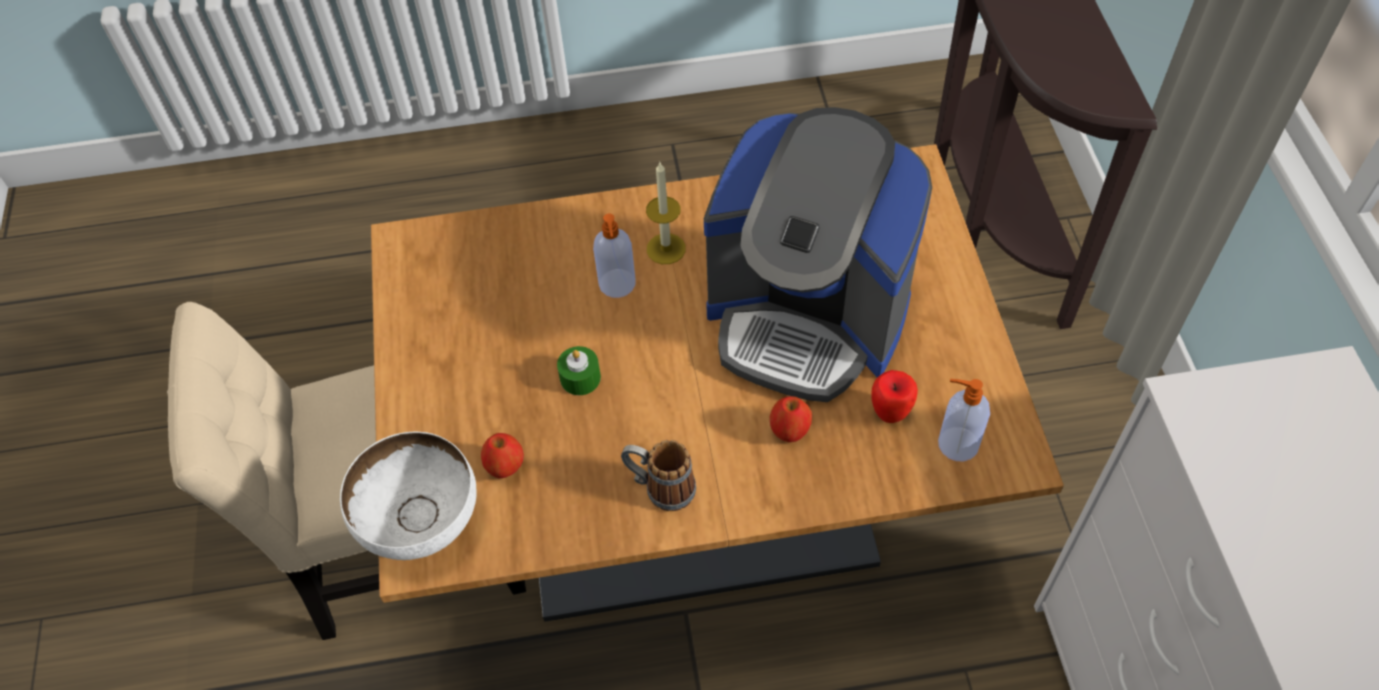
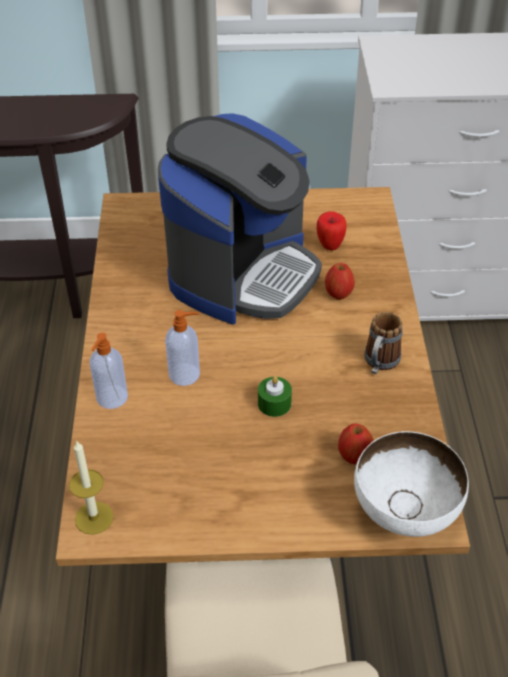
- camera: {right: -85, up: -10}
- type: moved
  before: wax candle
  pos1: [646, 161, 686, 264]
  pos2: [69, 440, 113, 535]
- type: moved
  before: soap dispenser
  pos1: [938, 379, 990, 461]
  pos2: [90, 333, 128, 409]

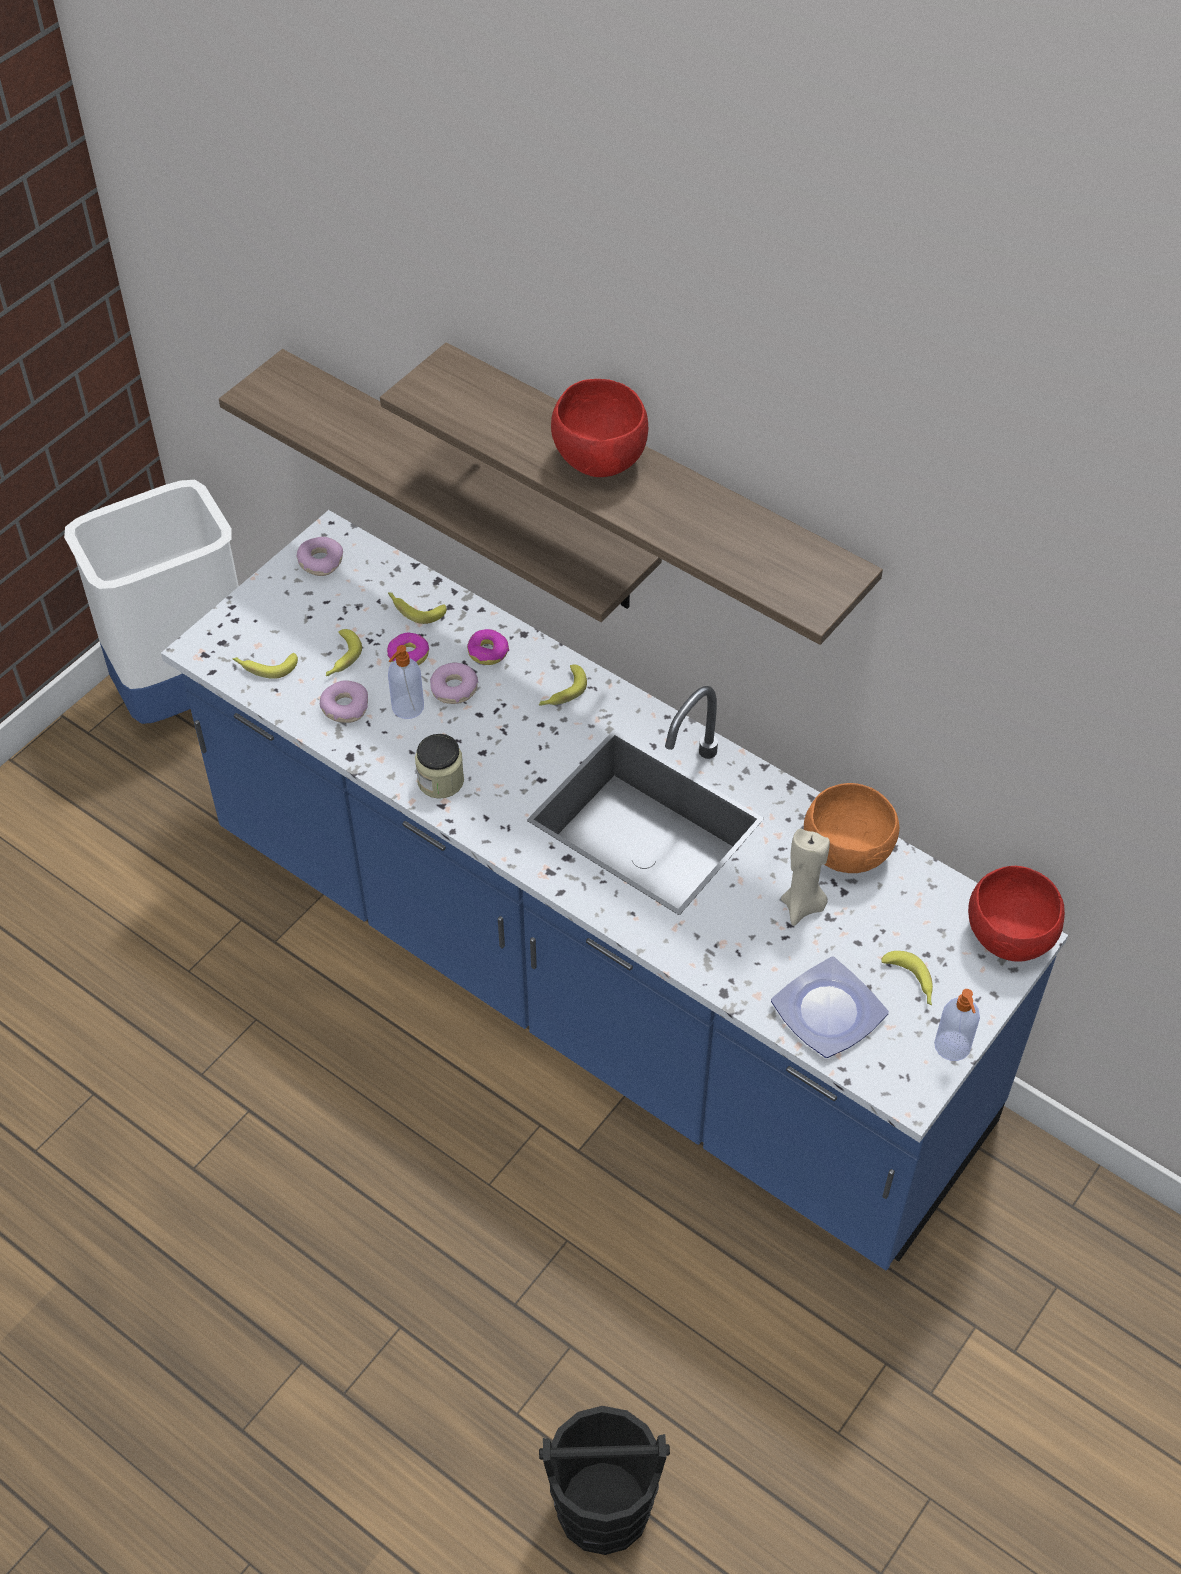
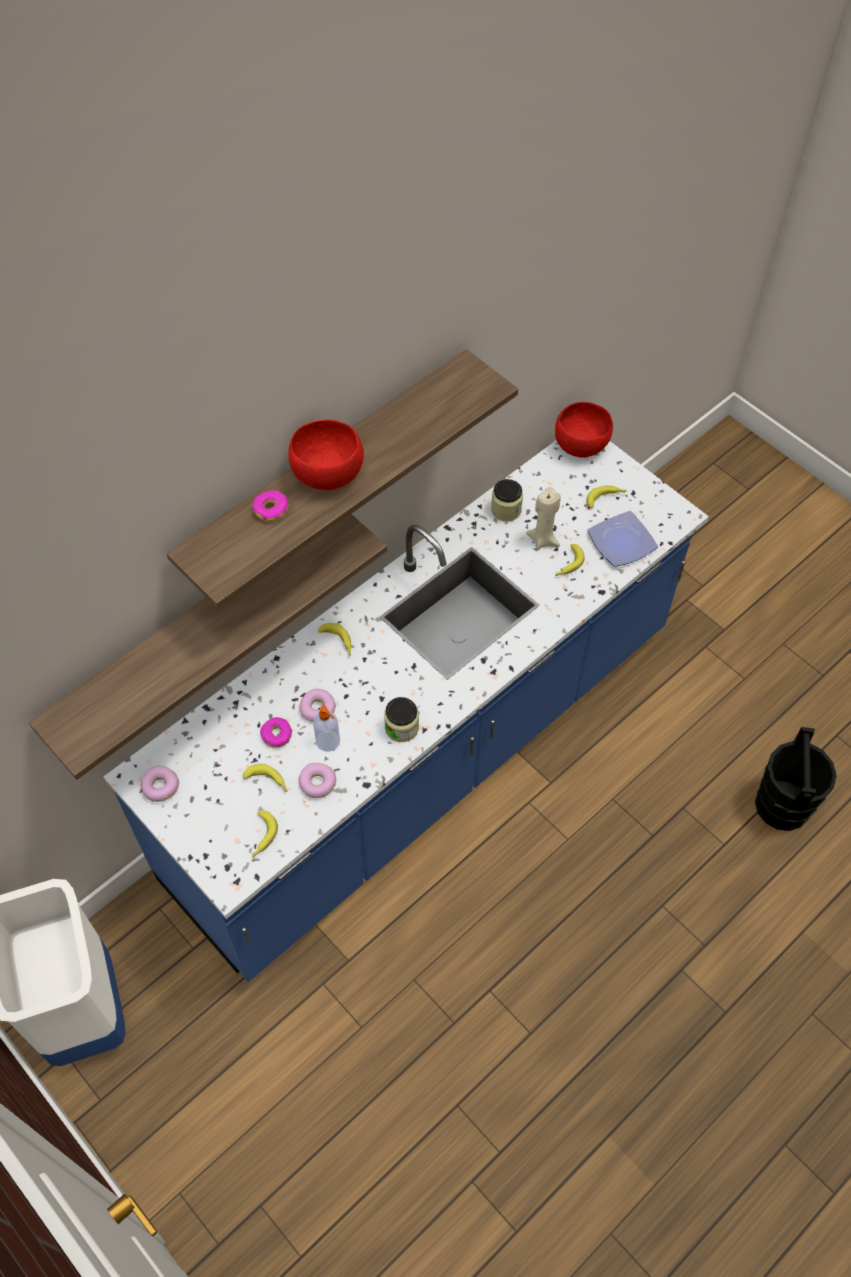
- camera: {right: -80, up: 5}
- type: removed
  before: soap dispenser
  pos1: [934, 989, 980, 1061]
- type: moved
  before: banana
  pos1: [388, 592, 447, 624]
  pos2: [555, 544, 585, 576]
- type: moved
  before: ring doughnut
  pos1: [467, 629, 509, 665]
  pos2: [252, 490, 289, 522]
- type: replaced
  before: orange-coloured deep dish
  after: preserve jar
  pos1: [804, 783, 899, 873]
  pos2: [491, 479, 523, 522]

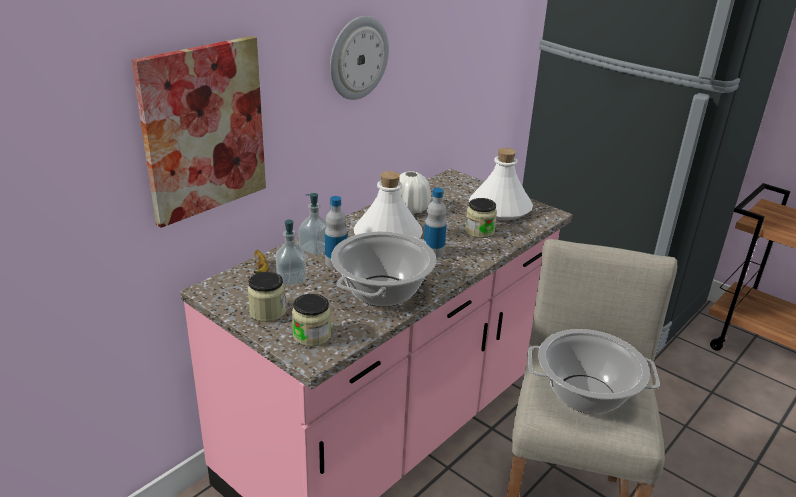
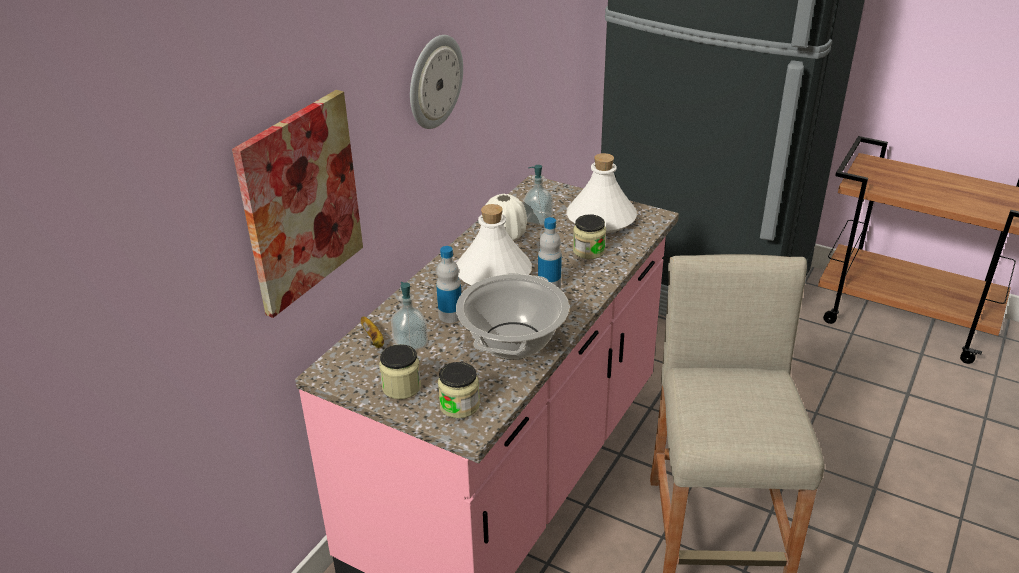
- camera: {right: -10, up: 5}
- type: removed
  before: stockpot
  pos1: [528, 329, 660, 414]
- type: moved
  before: soap dispenser
  pos1: [298, 193, 327, 256]
  pos2: [523, 165, 553, 225]

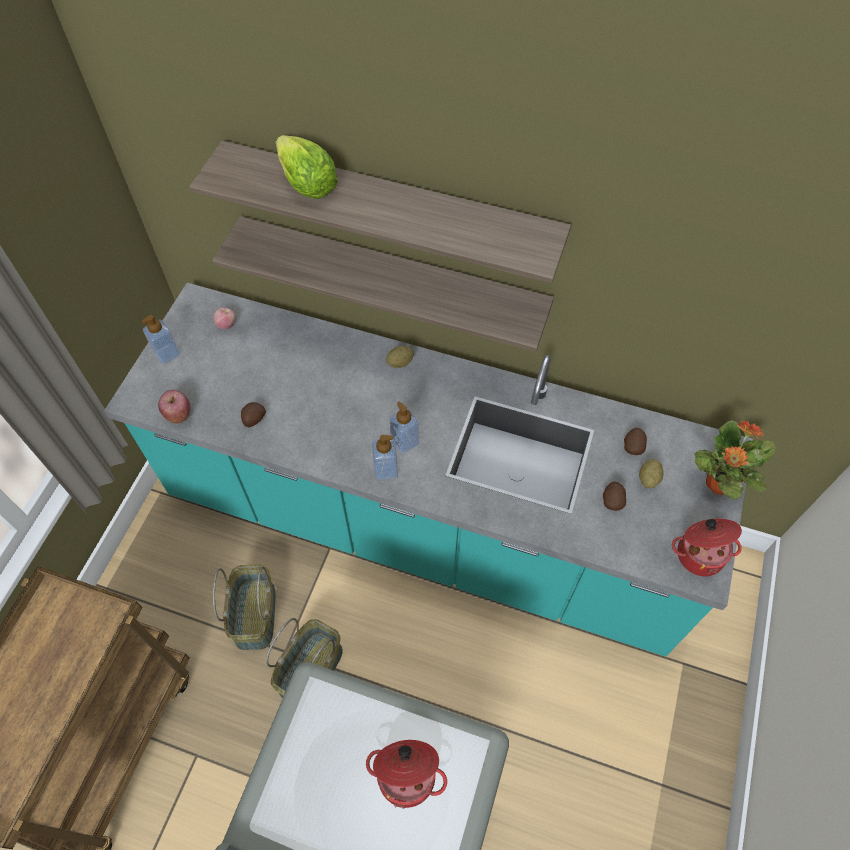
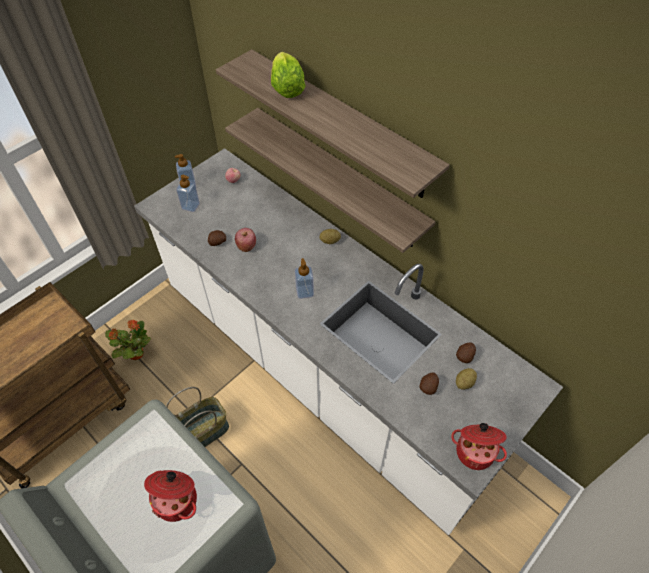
- camera: {right: 25, up: -5}
- type: removed
  before: basket
  pos1: [213, 565, 276, 650]
- type: moved
  before: whole apple
  pos1: [158, 390, 190, 424]
  pos2: [235, 228, 256, 252]
- type: moved
  before: soap dispenser
  pos1: [372, 435, 398, 480]
  pos2: [176, 175, 200, 212]
- type: moved
  before: plant in a pot
  pos1: [694, 420, 776, 500]
  pos2: [105, 320, 151, 360]
- type: recoloured
  before: turquoise kitchen base unit
  after: white kitchen base unit
  pos1: [104, 283, 753, 657]
  pos2: [134, 148, 563, 535]

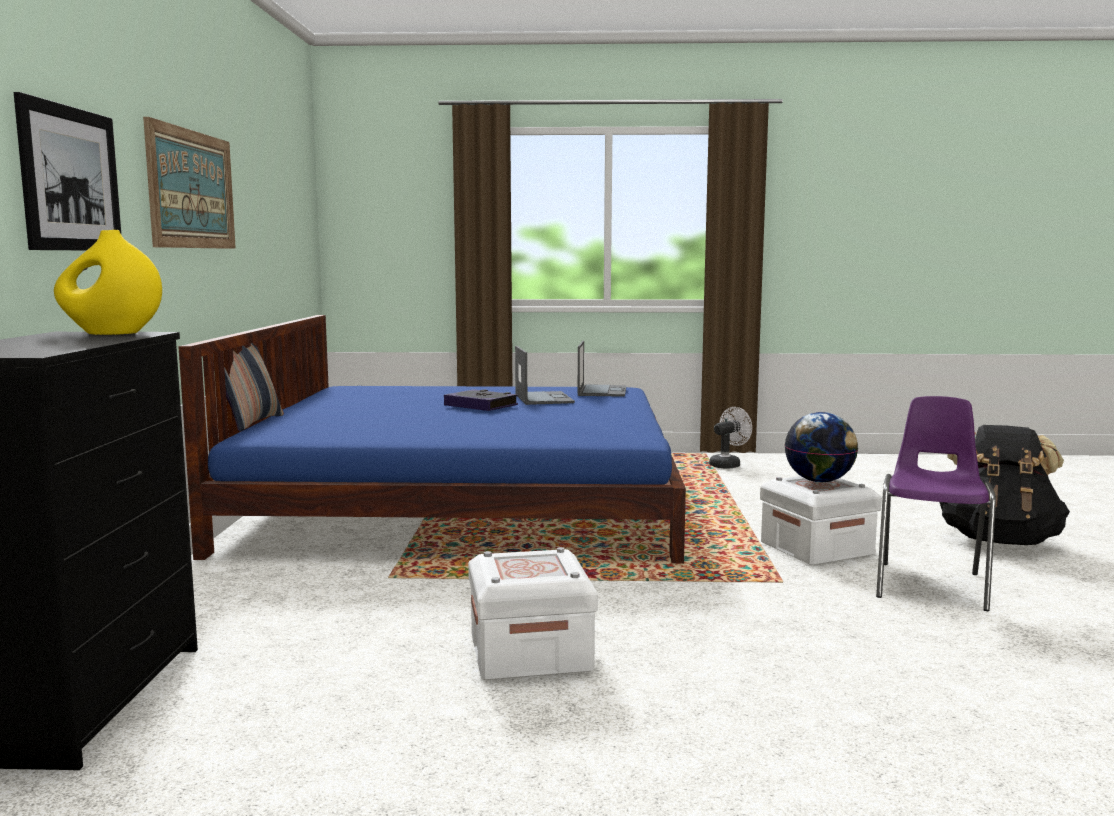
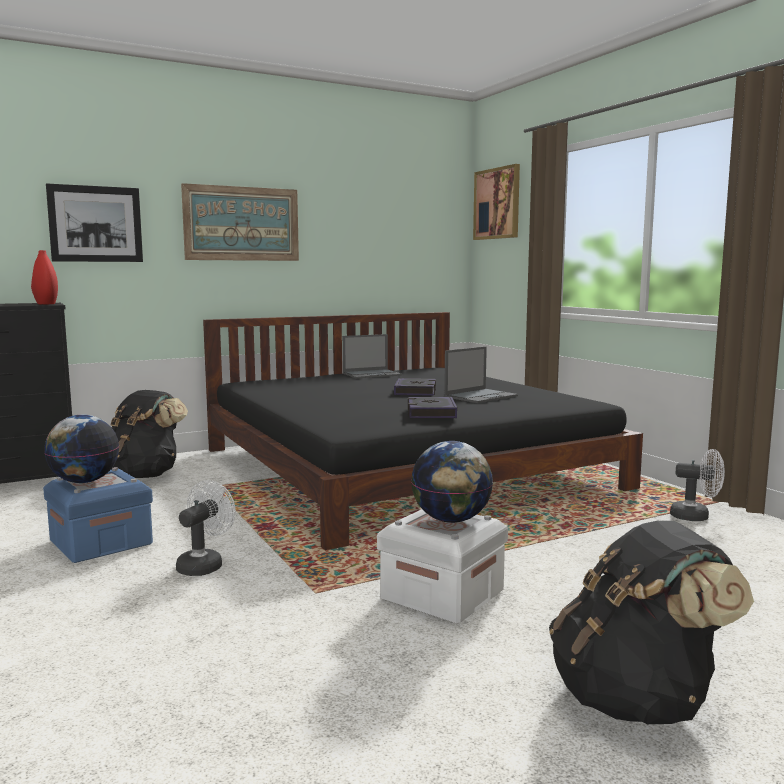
- camera: {right: 60, up: 0}
- type: removed
  before: pillow
  pos1: [213, 343, 284, 431]
- type: removed
  before: purple plain chair
  pos1: [876, 396, 996, 611]
- type: added
  after: globe
  pos2: [44, 414, 119, 483]
- type: added
  after: black-coloured backpack
  pos2: [111, 390, 188, 478]
- type: added
  after: white fan
  pos2: [176, 480, 236, 576]
- type: added
  after: book
  pos2: [408, 397, 457, 418]
- type: added
  after: wall picture
  pos2: [473, 164, 520, 240]
- type: moved
  before: portable computer
  pos1: [578, 341, 627, 397]
  pos2: [342, 334, 402, 379]
- type: recoloured
  before: yellow flower vase
  after: red flower vase
  pos1: [54, 230, 162, 335]
  pos2: [31, 250, 58, 304]
- type: recoloured
  before: bluish bedroom bed
  after: black-coloured bedroom bed
  pos1: [178, 315, 686, 563]
  pos2: [203, 312, 643, 550]
- type: recoloured
  before: white storage container
  after: bluish storage container
  pos1: [468, 547, 598, 680]
  pos2: [43, 467, 153, 563]

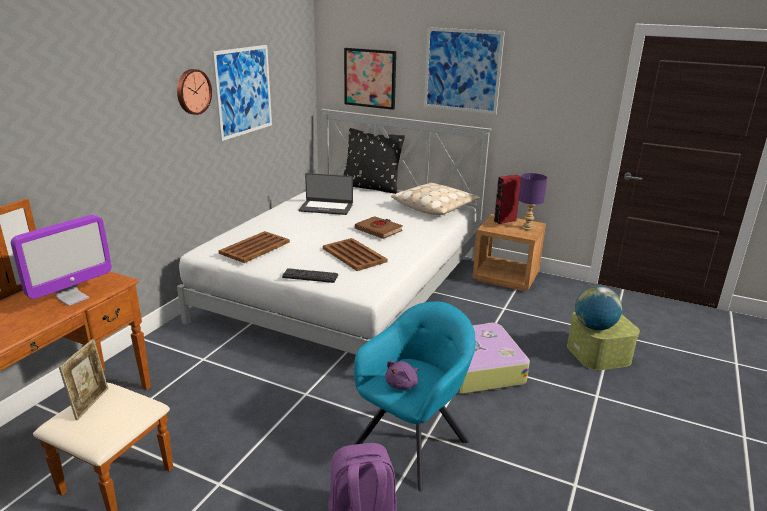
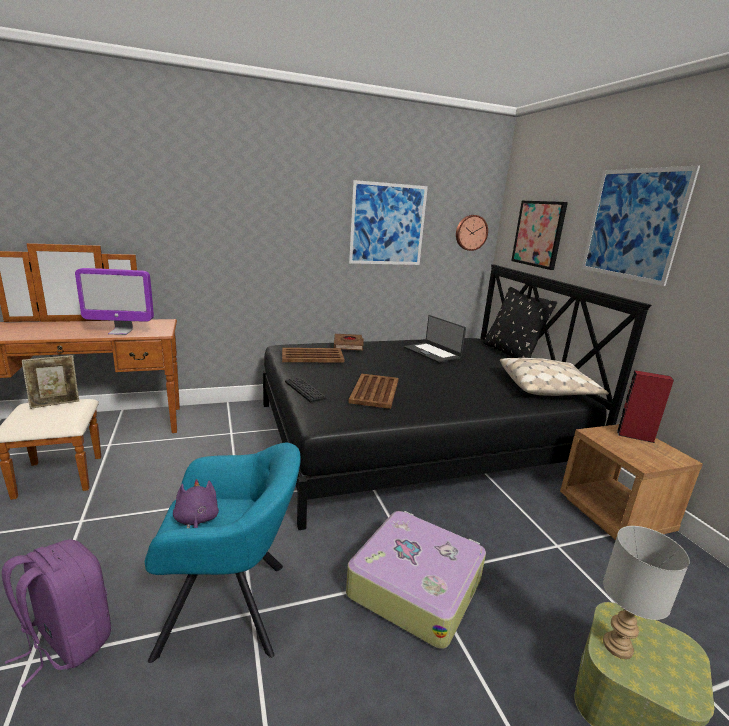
- camera: {right: 45, up: -5}
- type: removed
  before: purple lamp for a table
  pos1: [518, 173, 547, 231]
- type: moved
  before: wall clock
  pos1: [177, 69, 212, 115]
  pos2: [456, 215, 488, 251]
- type: moved
  before: brown book
  pos1: [355, 216, 403, 239]
  pos2: [334, 334, 364, 350]
- type: replaced
  before: globe
  after: grey lamp for a table
  pos1: [575, 286, 622, 330]
  pos2: [603, 526, 690, 659]
- type: recoloured
  before: white bedroom bed
  after: black-coloured bedroom bed
  pos1: [177, 109, 491, 354]
  pos2: [263, 264, 651, 530]
- type: turned
  before: purple soft toy
  pos1: [385, 360, 419, 390]
  pos2: [173, 479, 219, 528]
  turn: 75

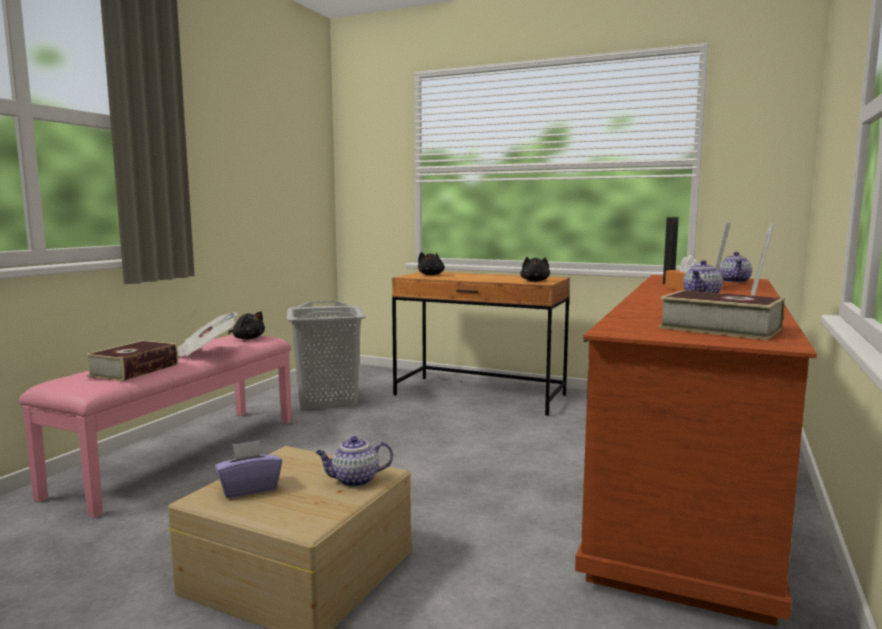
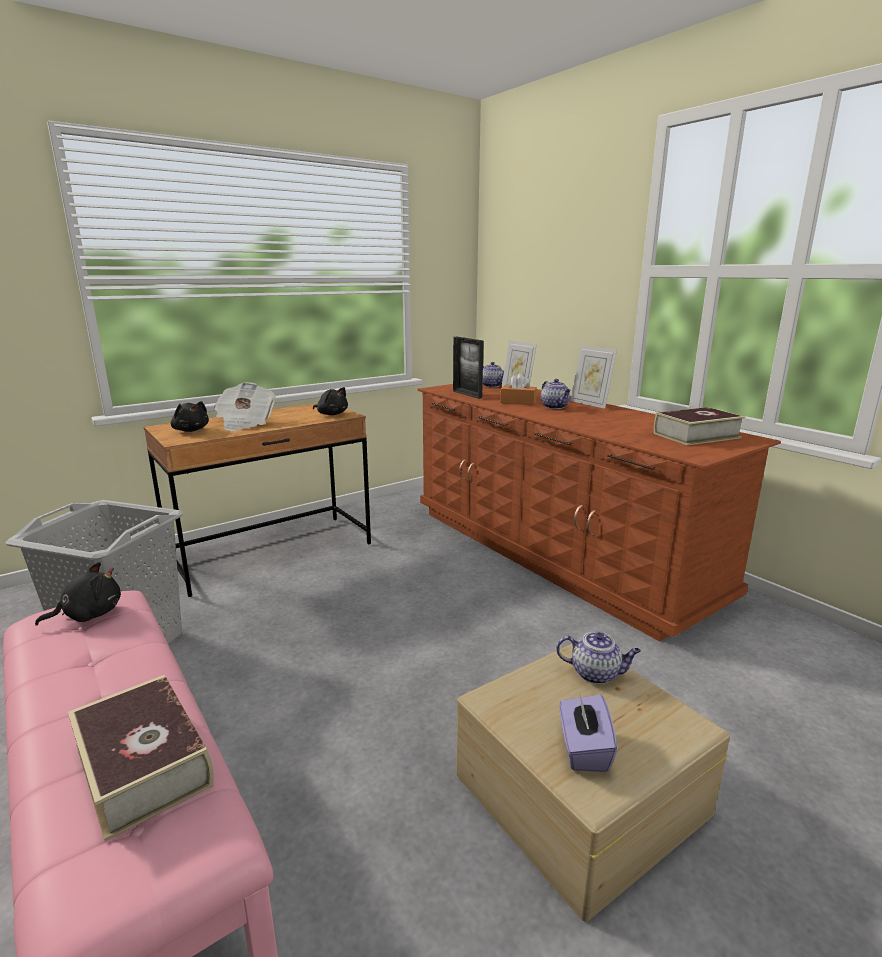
- camera: {right: -60, up: 10}
- type: moved
  before: printed paper
  pos1: [178, 312, 238, 357]
  pos2: [214, 382, 276, 431]
- type: turned
  before: pot for tea
  pos1: [315, 436, 393, 487]
  pos2: [556, 632, 641, 684]
  turn: -90

